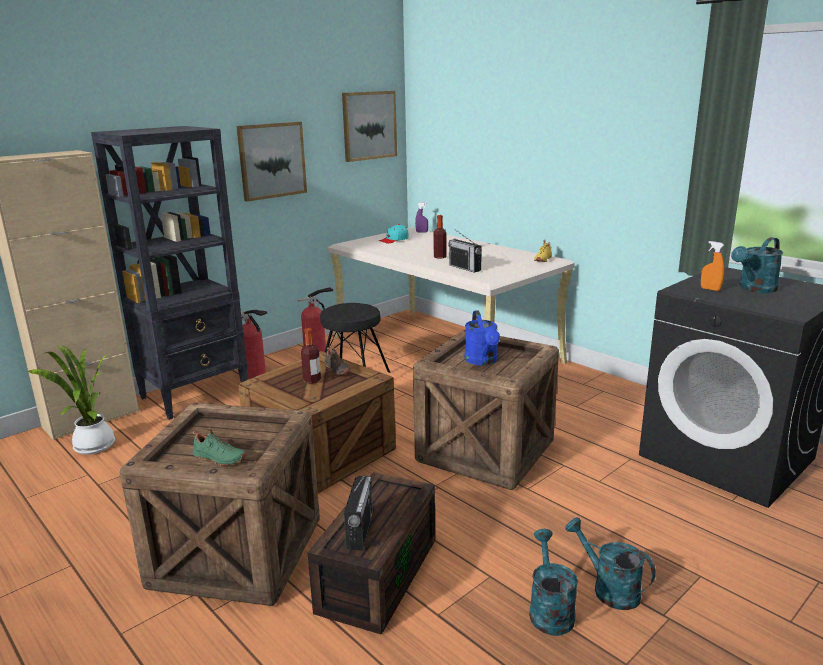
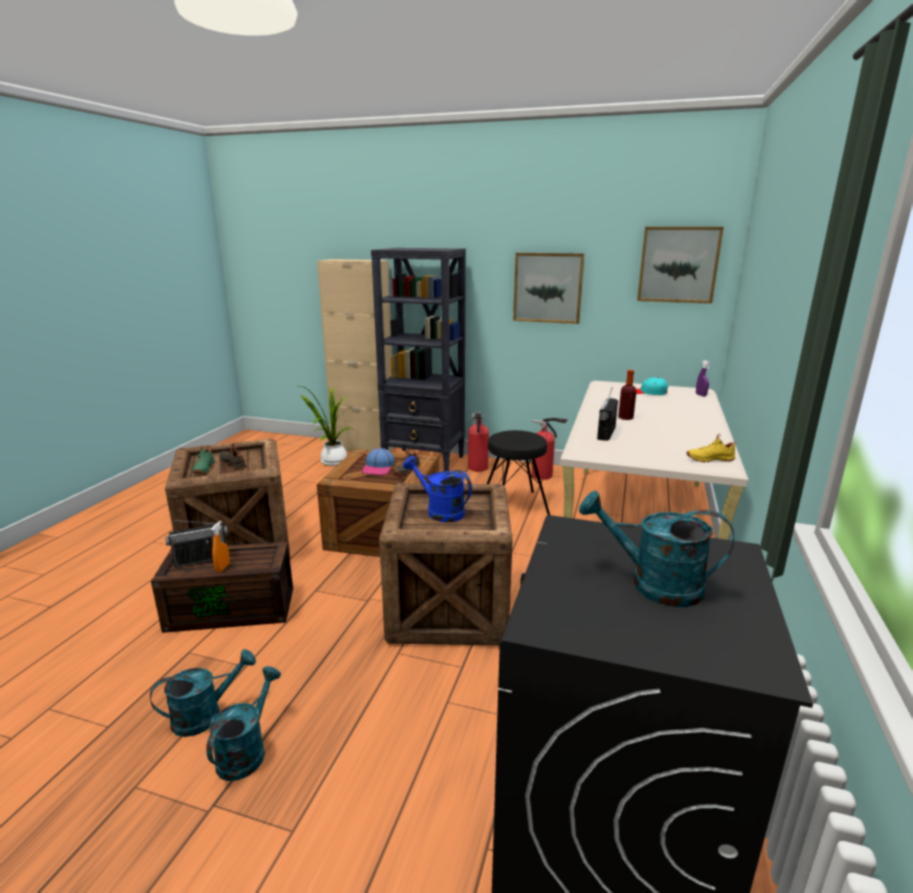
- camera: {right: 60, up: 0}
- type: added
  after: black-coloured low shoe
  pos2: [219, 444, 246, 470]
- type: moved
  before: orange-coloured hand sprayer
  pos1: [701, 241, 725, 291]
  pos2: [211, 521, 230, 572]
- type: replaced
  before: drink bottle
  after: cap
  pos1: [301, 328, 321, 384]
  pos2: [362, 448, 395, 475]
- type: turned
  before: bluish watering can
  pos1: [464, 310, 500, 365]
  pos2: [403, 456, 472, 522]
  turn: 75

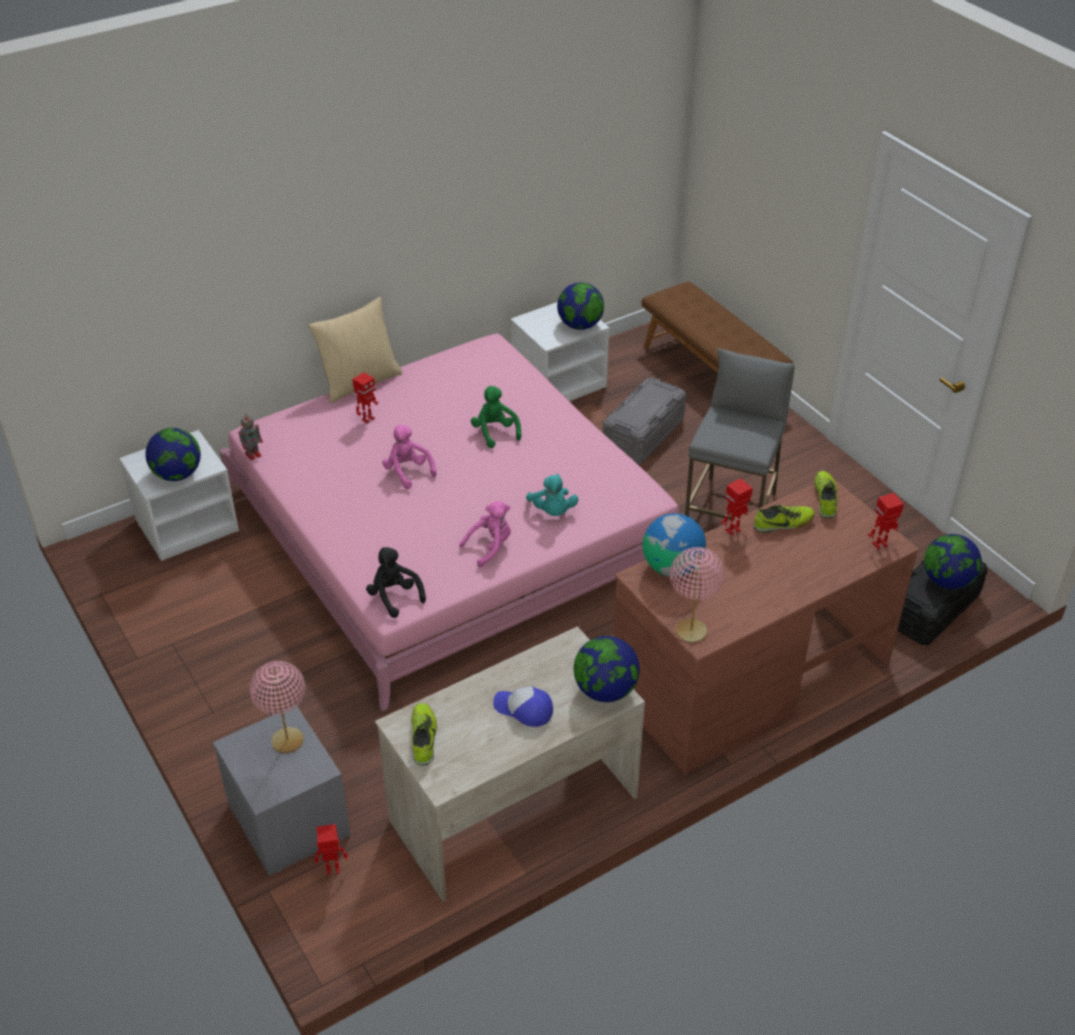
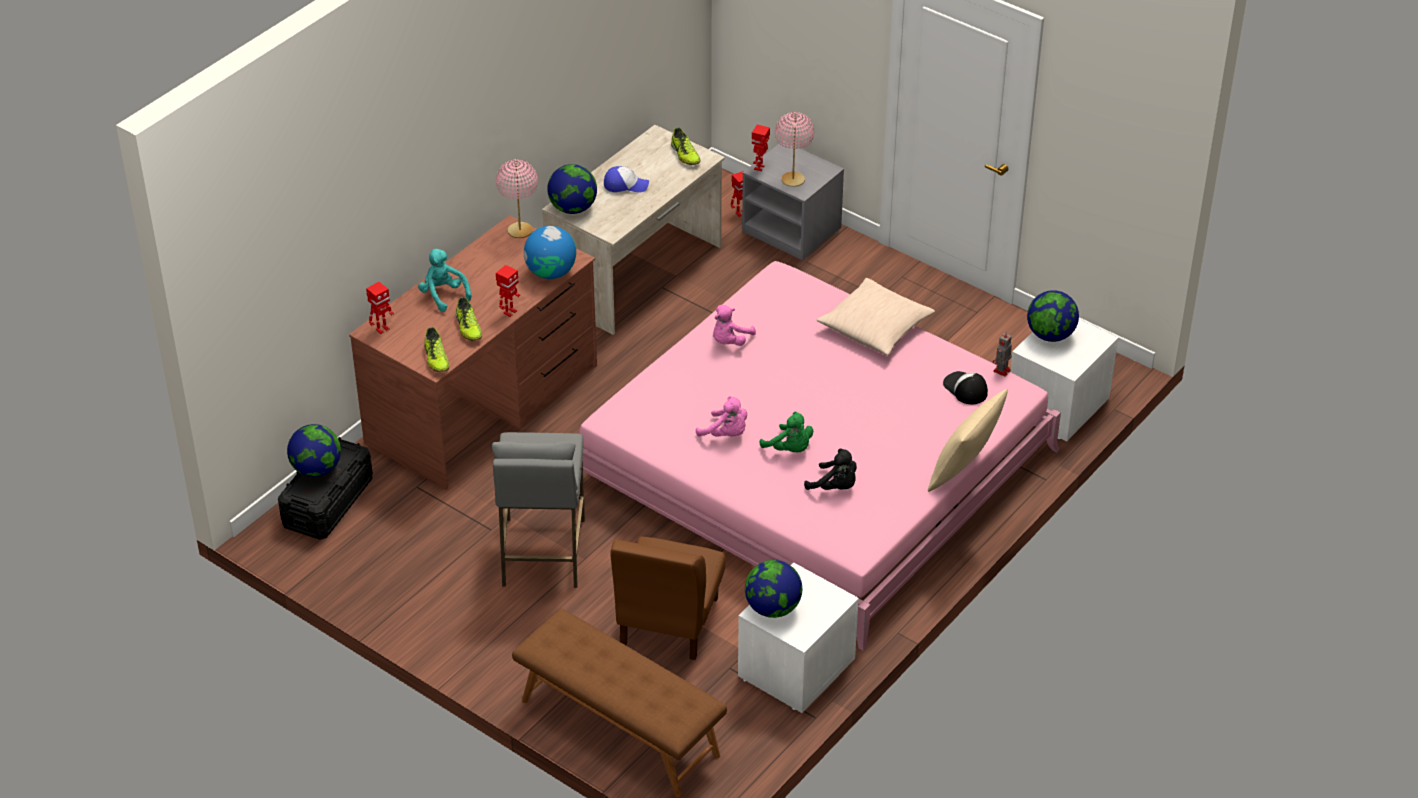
- camera: {right: 160, up: 0}
- type: added
  after: sand-coloured pillow
  pos2: [817, 278, 935, 355]
- type: added
  after: cap
  pos2: [943, 371, 988, 404]
- type: moved
  before: model robot
  pos1: [353, 372, 379, 424]
  pos2: [752, 125, 770, 171]
- type: moved
  before: black-coloured soft toy
  pos1: [366, 547, 426, 618]
  pos2: [804, 448, 857, 490]
- type: moved
  before: pink soft toy
  pos1: [382, 425, 436, 489]
  pos2: [696, 396, 747, 437]
- type: moved
  before: turquoise soft toy
  pos1: [526, 474, 578, 516]
  pos2: [418, 249, 471, 312]
- type: replaced
  before: grey storage container
  after: brown plain chair
  pos1: [603, 378, 686, 464]
  pos2: [610, 537, 726, 660]
- type: turned
  before: low shoe
  pos1: [754, 505, 815, 532]
  pos2: [456, 297, 482, 341]
  turn: -75

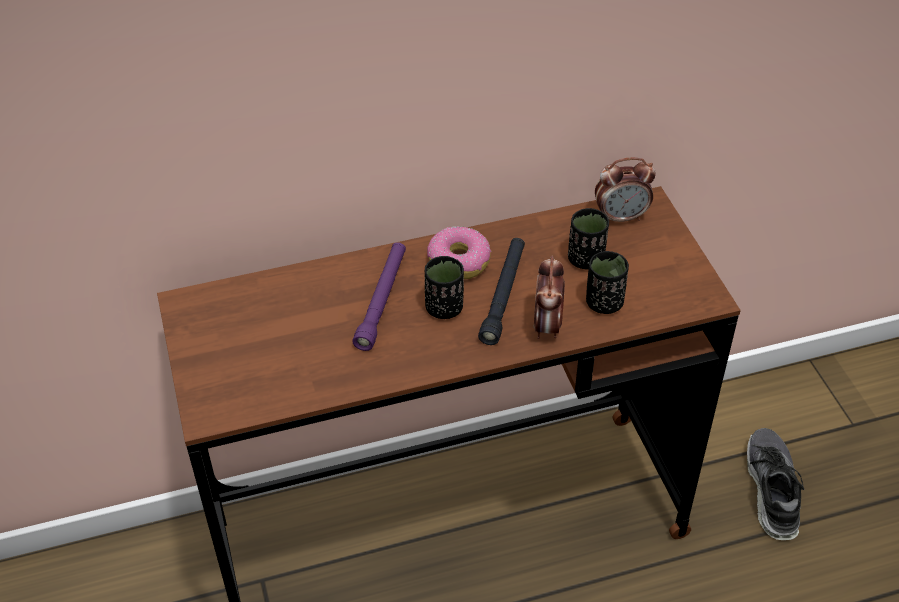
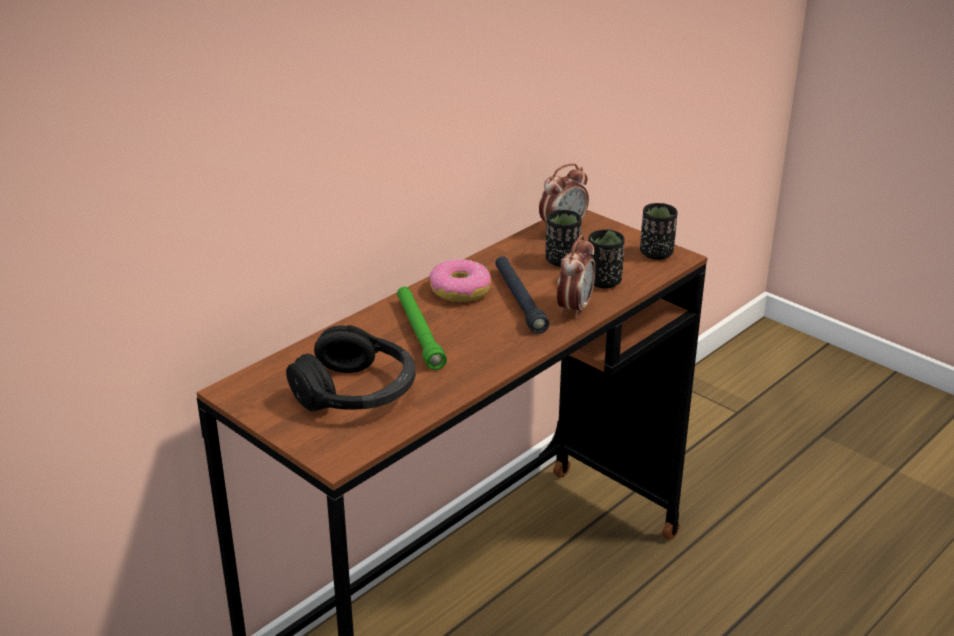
- camera: {right: -30, up: -15}
- type: removed
  before: low shoe
  pos1: [747, 428, 804, 540]
- type: added
  after: black-coloured pair of headphones
  pos2: [286, 325, 415, 412]
- type: moved
  before: black-coloured small cup
  pos1: [425, 256, 464, 319]
  pos2: [640, 203, 678, 260]
- type: recoloured
  before: purple hand torch
  after: greenish hand torch
  pos1: [352, 242, 406, 351]
  pos2: [397, 287, 447, 370]
- type: turned
  before: alarm clock
  pos1: [534, 256, 565, 339]
  pos2: [557, 235, 596, 319]
  turn: -135

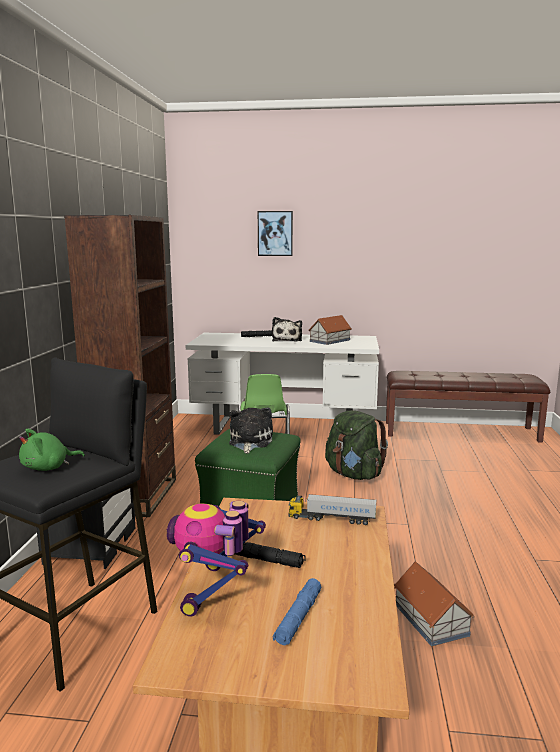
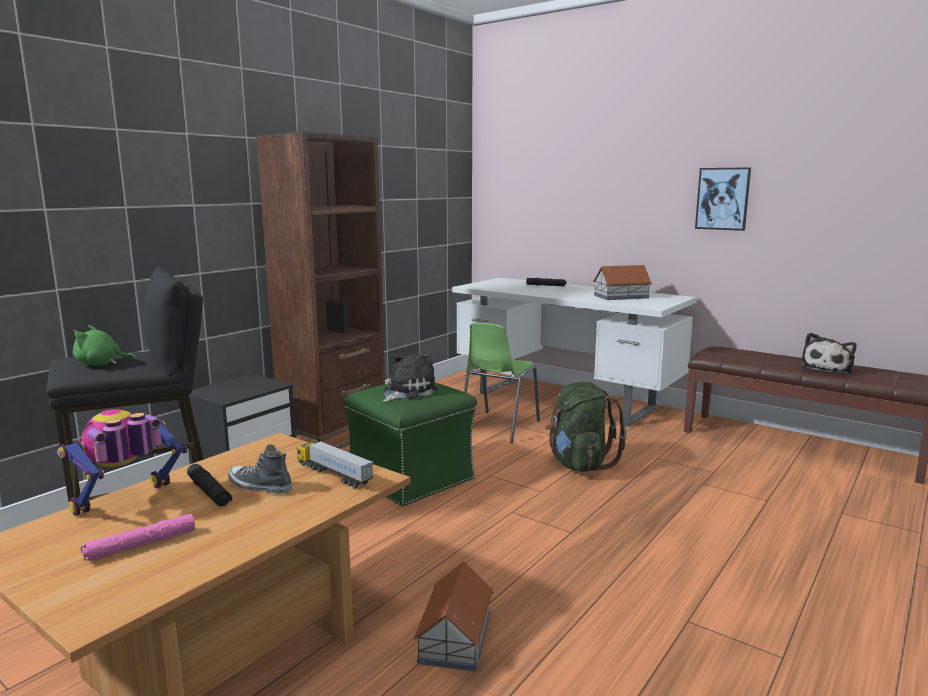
- camera: {right: 30, up: 0}
- type: added
  after: low shoe
  pos2: [228, 445, 292, 494]
- type: moved
  before: wall picture
  pos1: [258, 211, 293, 256]
  pos2: [695, 167, 751, 231]
- type: moved
  before: soft toy
  pos1: [272, 317, 302, 342]
  pos2: [802, 333, 856, 374]
- type: recoloured
  before: bluish hand torch
  after: pink hand torch
  pos1: [273, 578, 321, 645]
  pos2: [80, 514, 195, 562]

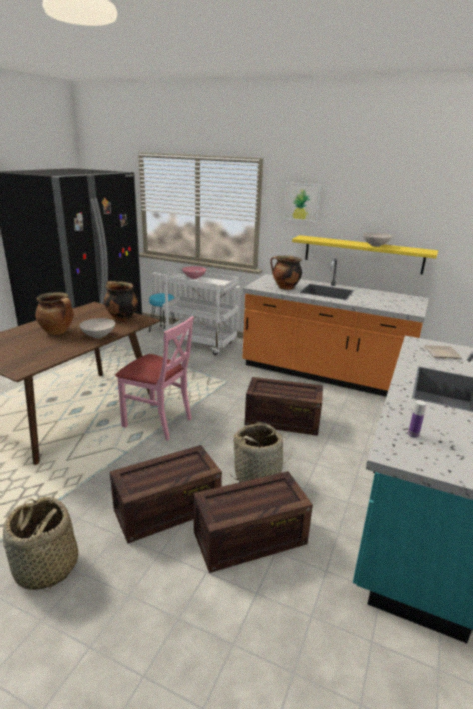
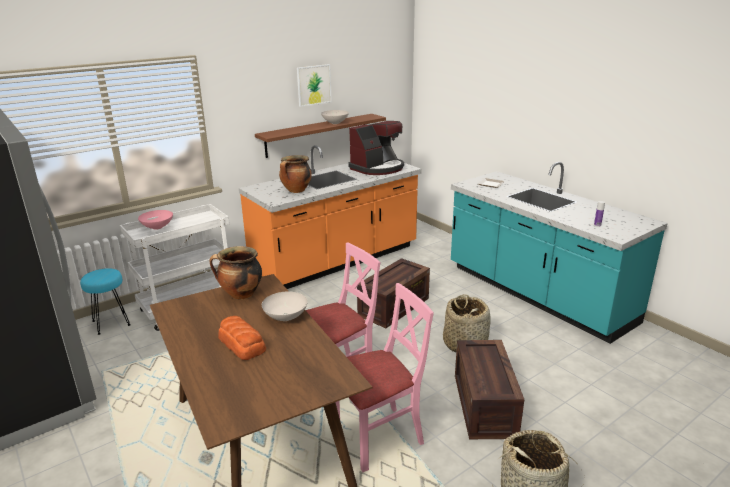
- camera: {right: -60, up: 0}
- type: removed
  before: shipping crate
  pos1: [194, 471, 313, 573]
- type: added
  after: pink plain chair
  pos2: [336, 283, 434, 472]
- type: added
  after: coffee brewer
  pos2: [348, 121, 404, 175]
- type: moved
  before: wall picture
  pos1: [284, 182, 321, 222]
  pos2: [297, 64, 332, 107]
- type: replaced
  before: stockpot
  after: bread
  pos1: [35, 292, 74, 335]
  pos2: [218, 316, 266, 360]
- type: recoloured
  before: yellow wall shelf
  after: brown wall shelf
  pos1: [292, 235, 438, 275]
  pos2: [255, 114, 386, 158]

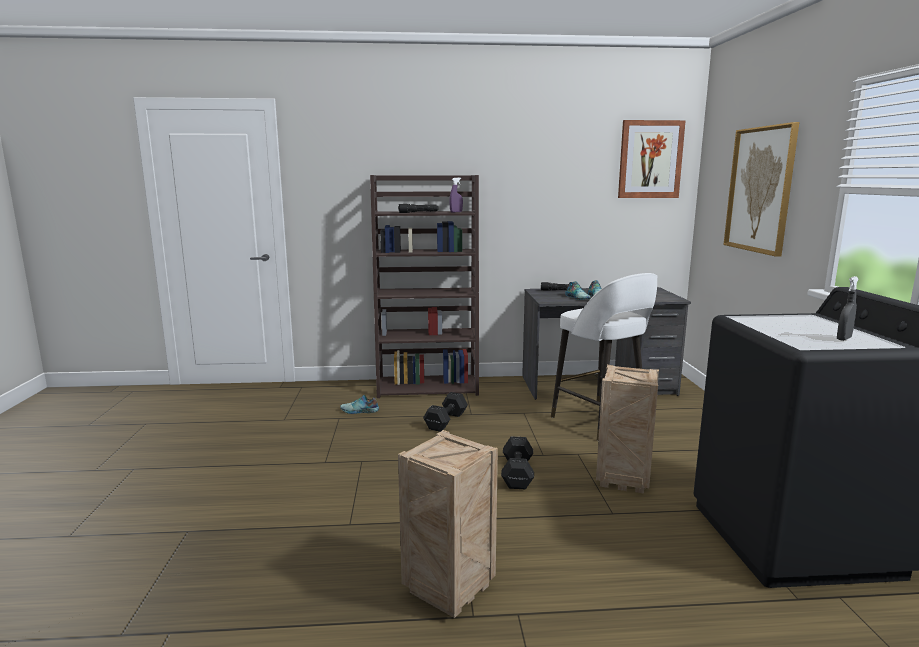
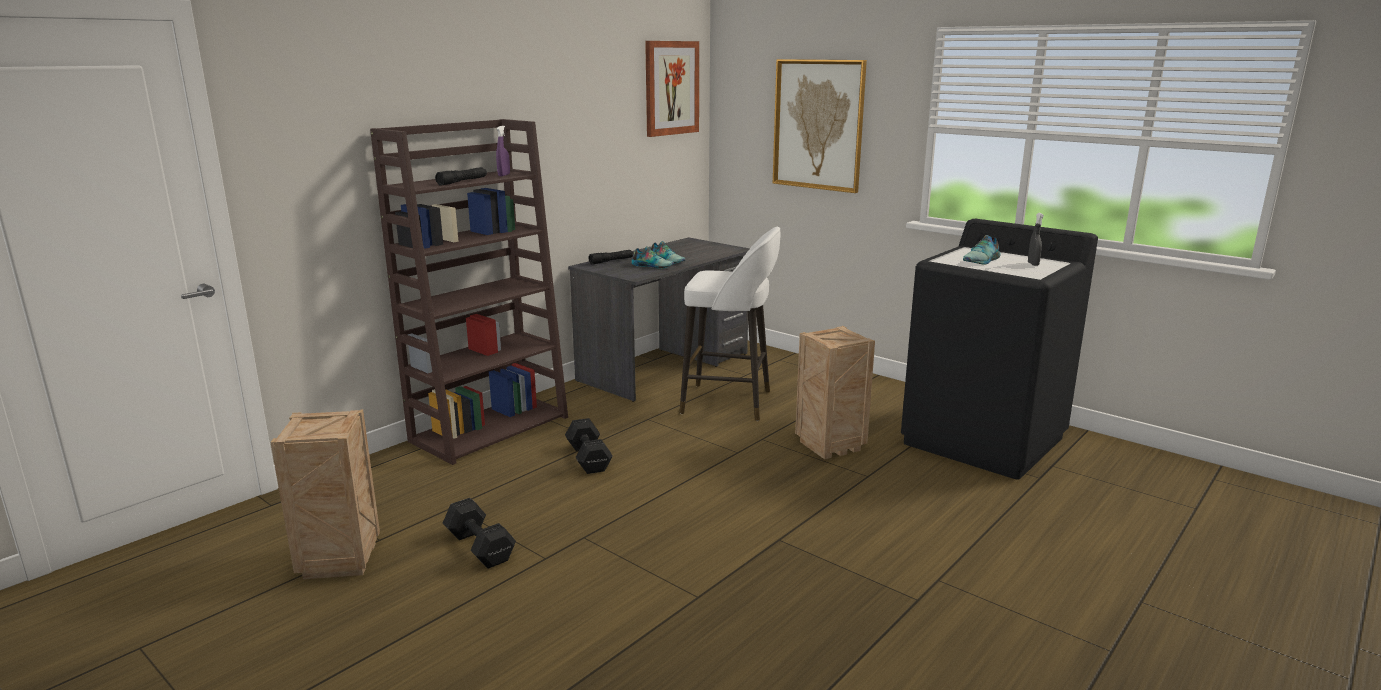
- camera: {right: -45, up: 5}
- type: moved
  before: low shoe
  pos1: [340, 395, 379, 414]
  pos2: [963, 235, 1001, 264]
- type: moved
  before: shipping crate
  pos1: [398, 430, 498, 618]
  pos2: [270, 410, 380, 579]
- type: moved
  before: black-coloured hand weight
  pos1: [501, 436, 534, 489]
  pos2: [443, 498, 516, 569]

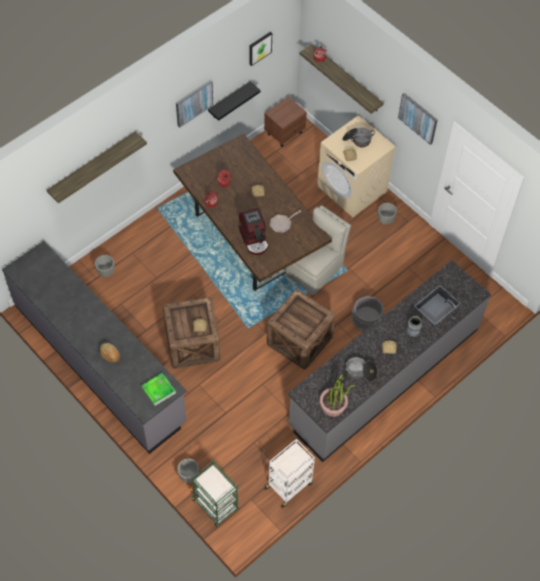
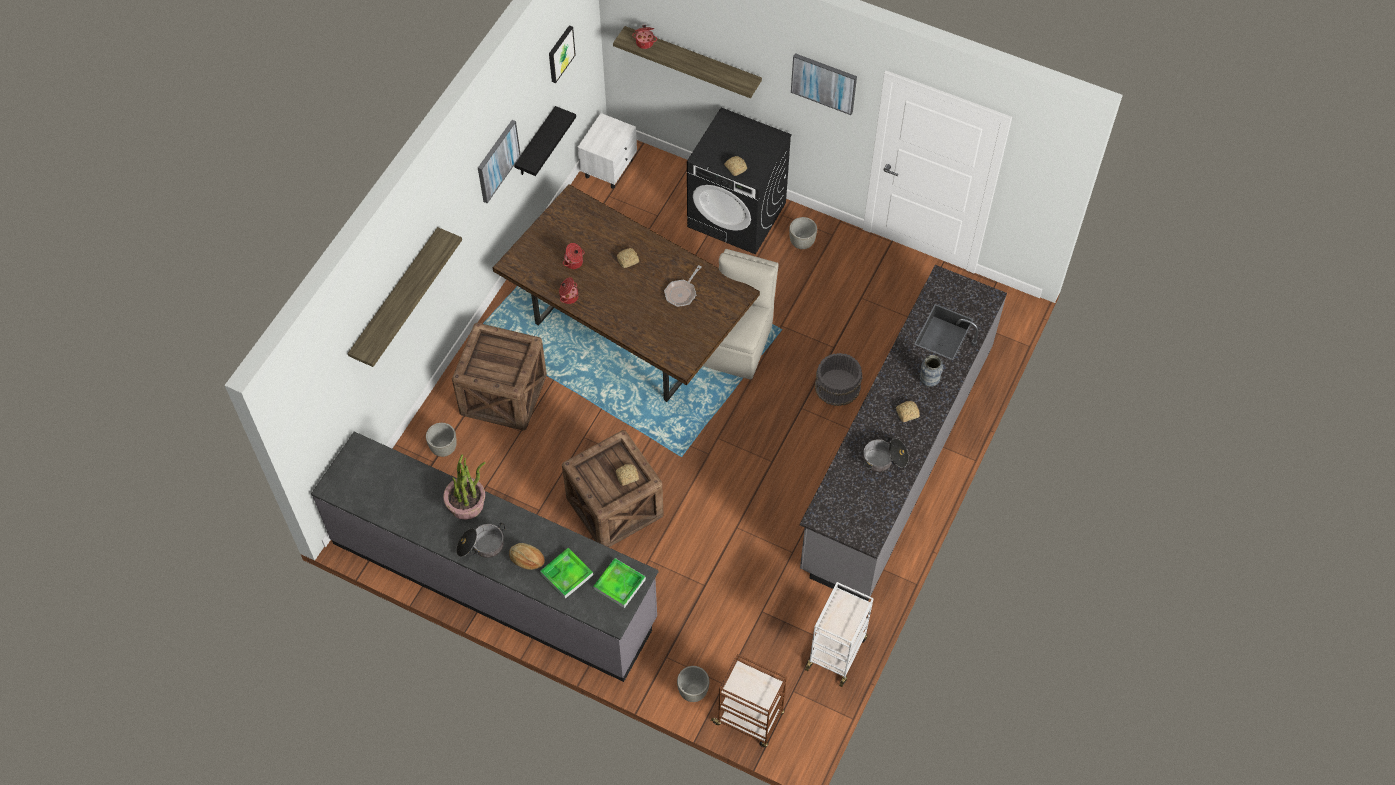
- camera: {right: -20, up: 0}
- type: removed
  before: coffee brewer
  pos1: [239, 208, 269, 255]
- type: added
  after: serving tray
  pos2: [540, 548, 593, 599]
- type: moved
  before: shipping crate
  pos1: [267, 289, 335, 370]
  pos2: [452, 323, 547, 431]
- type: moved
  before: plant in a pot
  pos1: [319, 375, 356, 417]
  pos2: [443, 454, 485, 520]
- type: moved
  before: stockpot
  pos1: [342, 128, 375, 147]
  pos2: [456, 523, 506, 558]
- type: recoloured
  before: greenish cart
  after: brown cart
  pos1: [191, 461, 239, 527]
  pos2: [711, 654, 787, 747]
- type: recoloured
  before: brown nightstand
  after: white nightstand
  pos1: [264, 96, 307, 147]
  pos2: [578, 113, 637, 189]
- type: recoloured
  before: sand-coloured laundry appliance
  after: black-coloured laundry appliance
  pos1: [317, 115, 396, 217]
  pos2: [687, 107, 792, 255]

